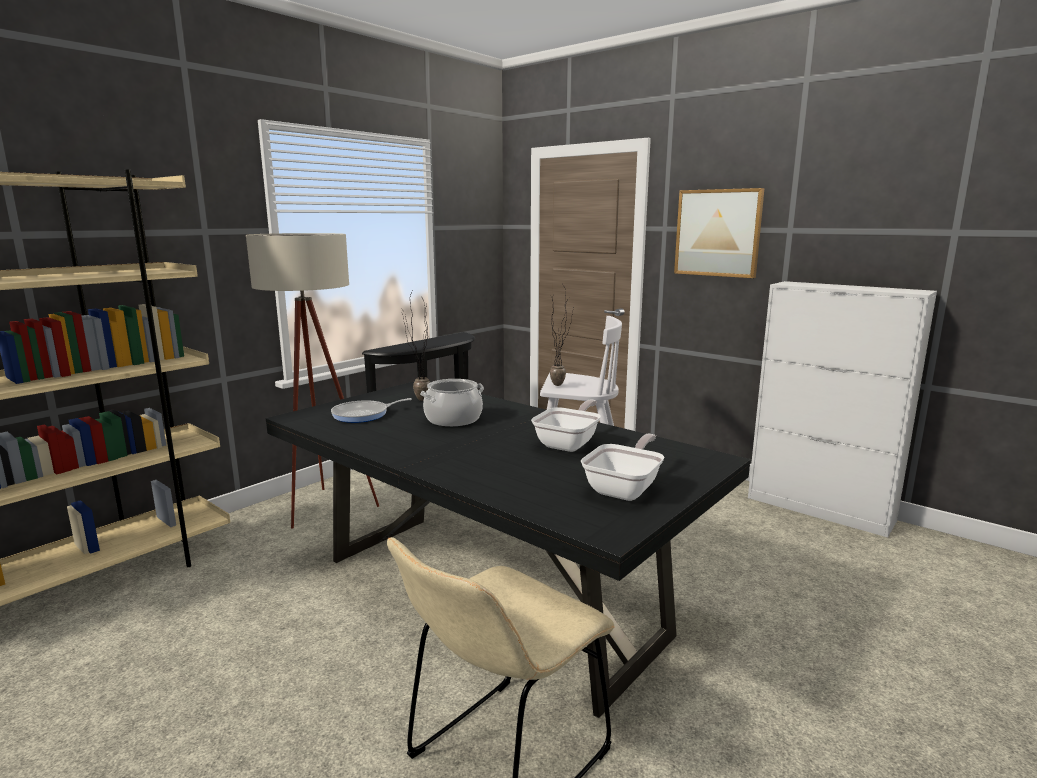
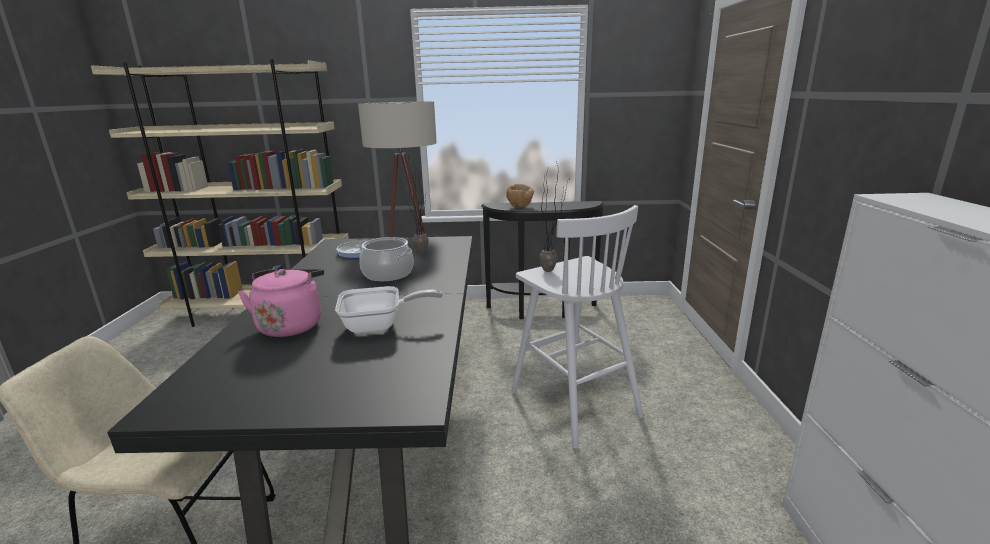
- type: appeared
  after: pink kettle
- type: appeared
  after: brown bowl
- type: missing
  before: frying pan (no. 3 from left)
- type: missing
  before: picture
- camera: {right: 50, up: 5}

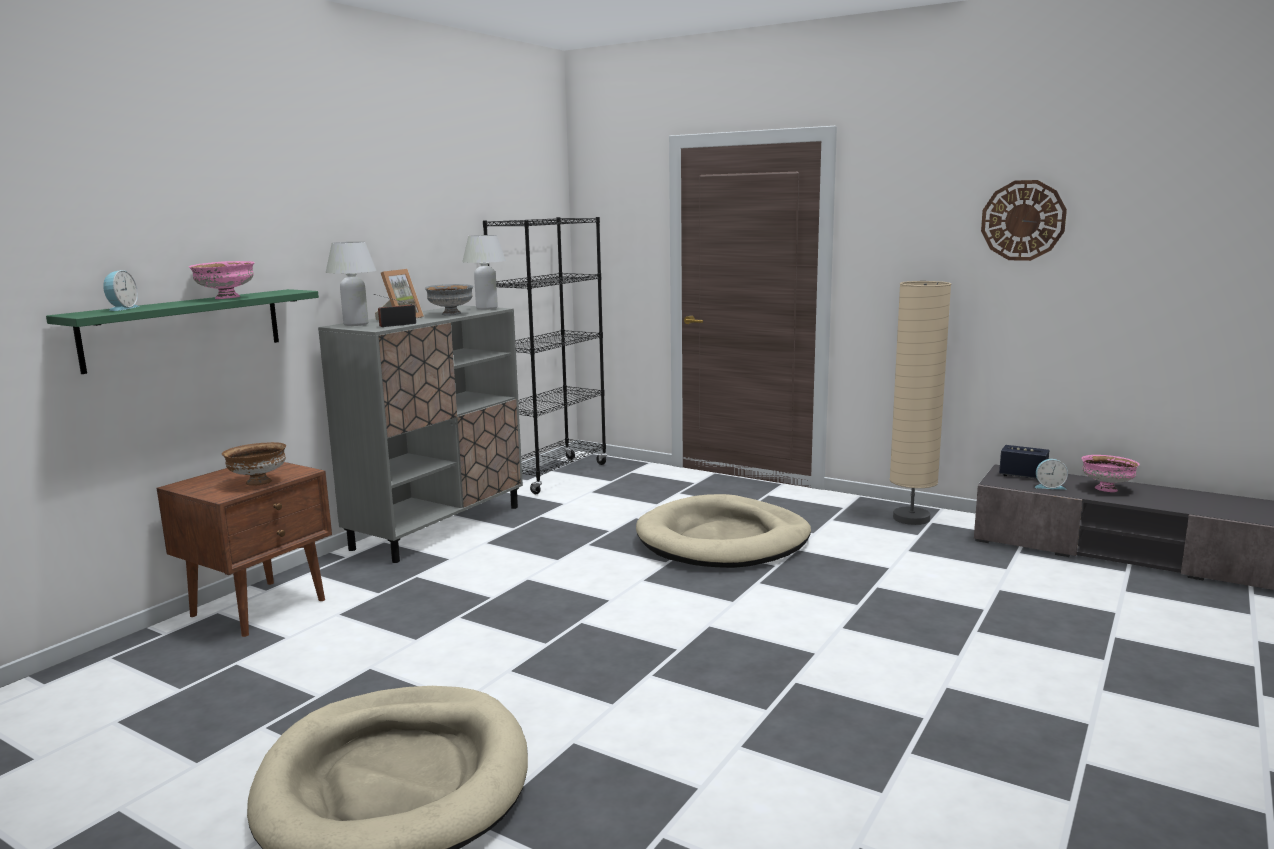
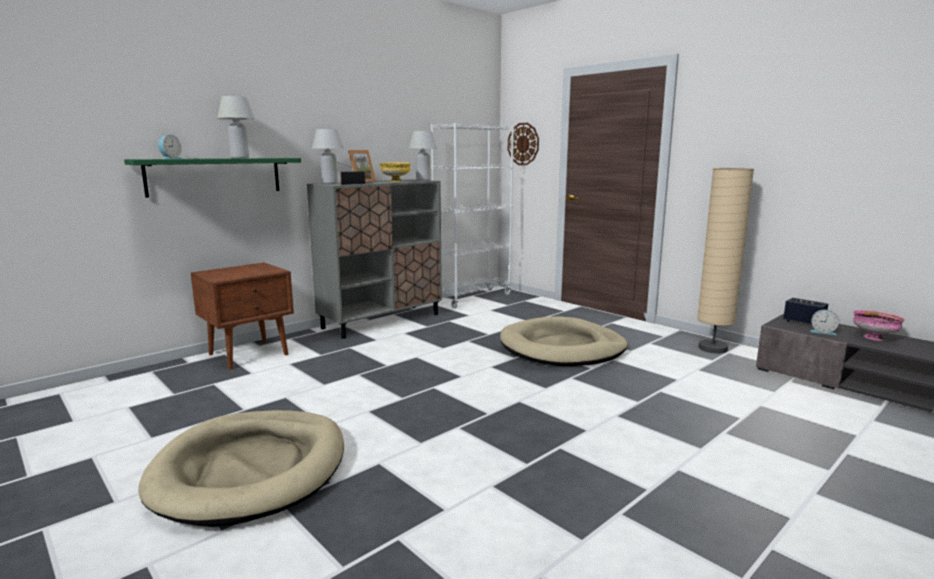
- type: exchanged
  before: pink bowl (no. 1 from left)
  after: white table lamp (no. 1 from left)
- type: colour
  before: grey bowl
  after: yellow bowl
- type: colour
  before: black bookcase
  after: white bookcase
- type: relocated
  before: wall clock
- type: missing
  before: brown bowl
- camera: {right: 15, up: 0}

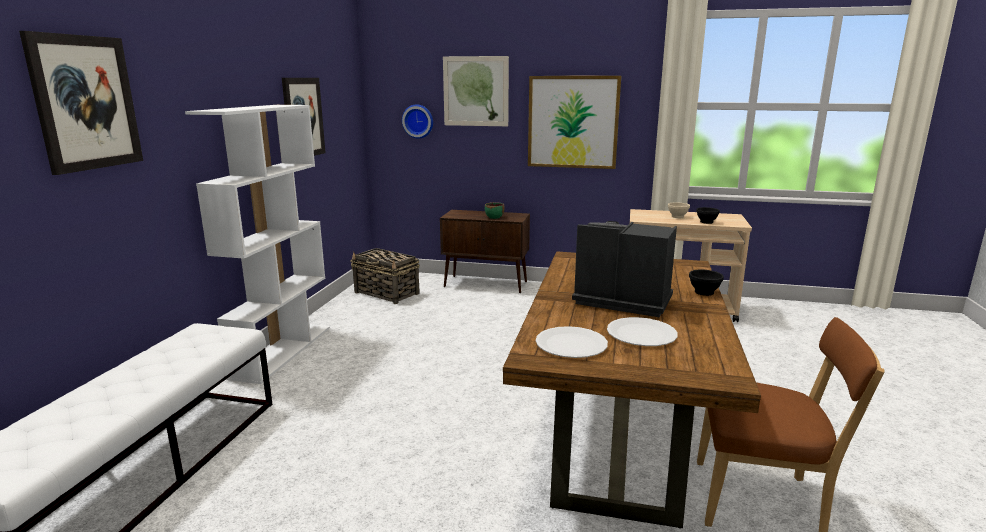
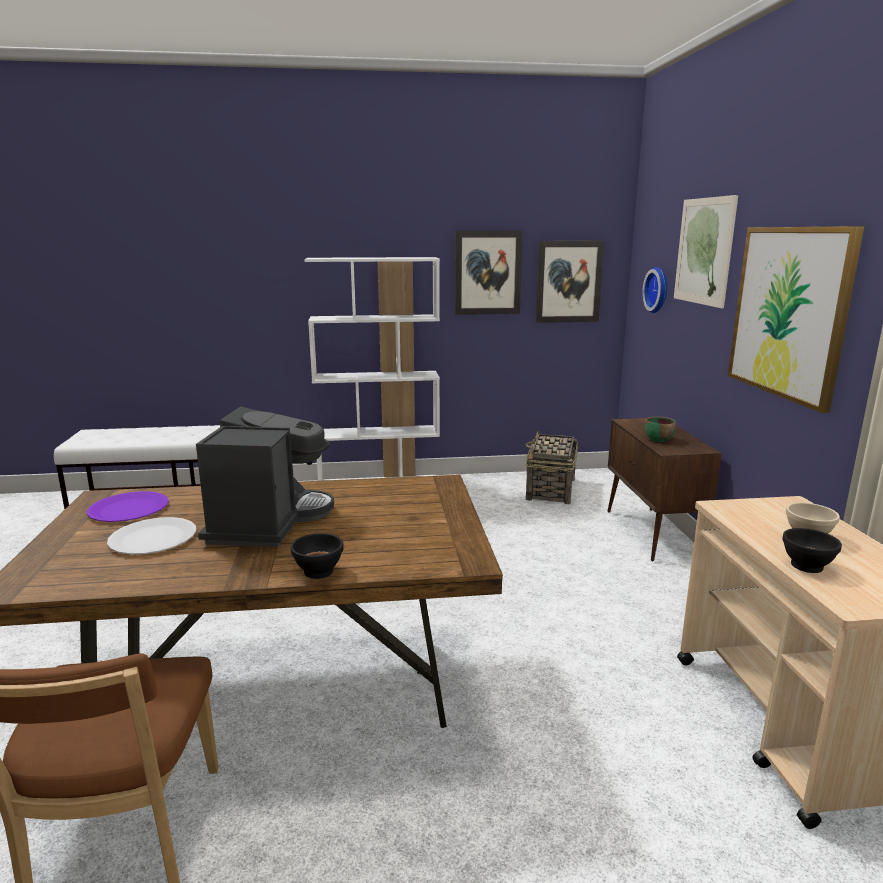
- type: colour
  before: white plate (no. 1 from left)
  after: purple plate
- type: relocated
  before: picture (no. 1 from left in the first image)
  after: picture (no. 2 from left)
- camera: {right: 70, up: 0}

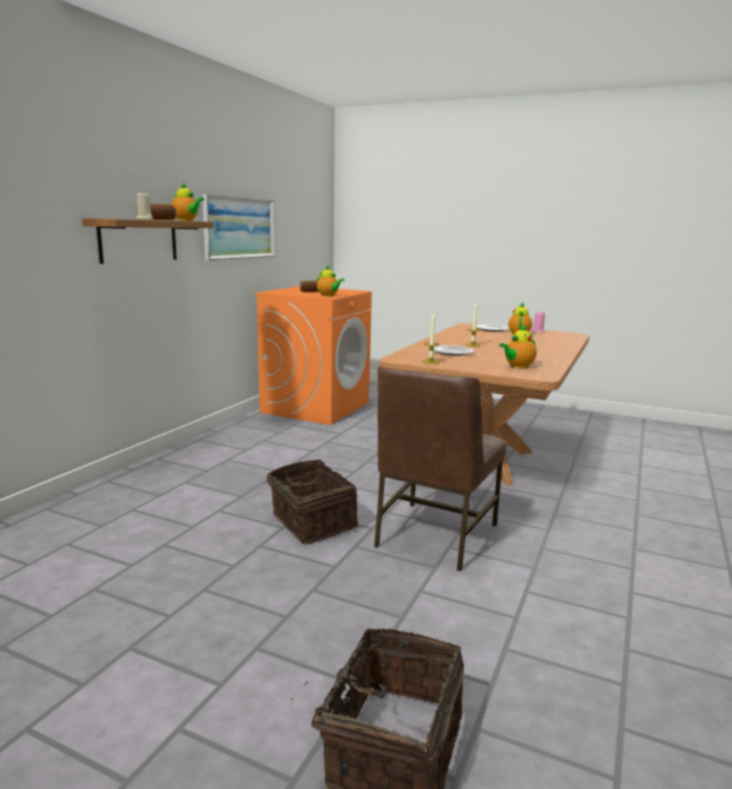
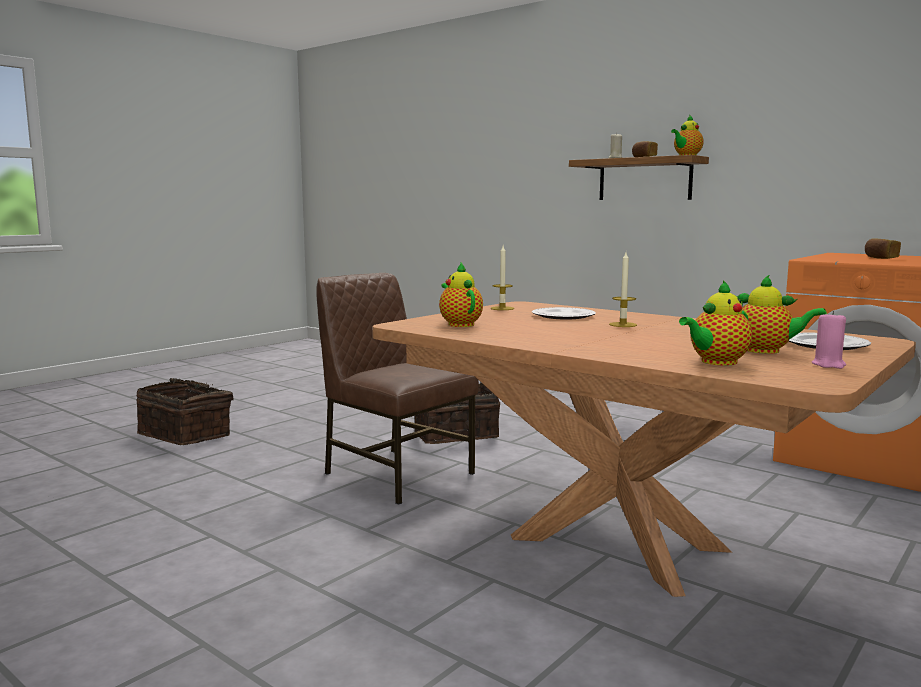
- type: relocated
  before: teapot (no. 2 from left in the first image)
  after: teapot (no. 3 from left)
- type: missing
  before: picture
- camera: {right: 105, up: -5}

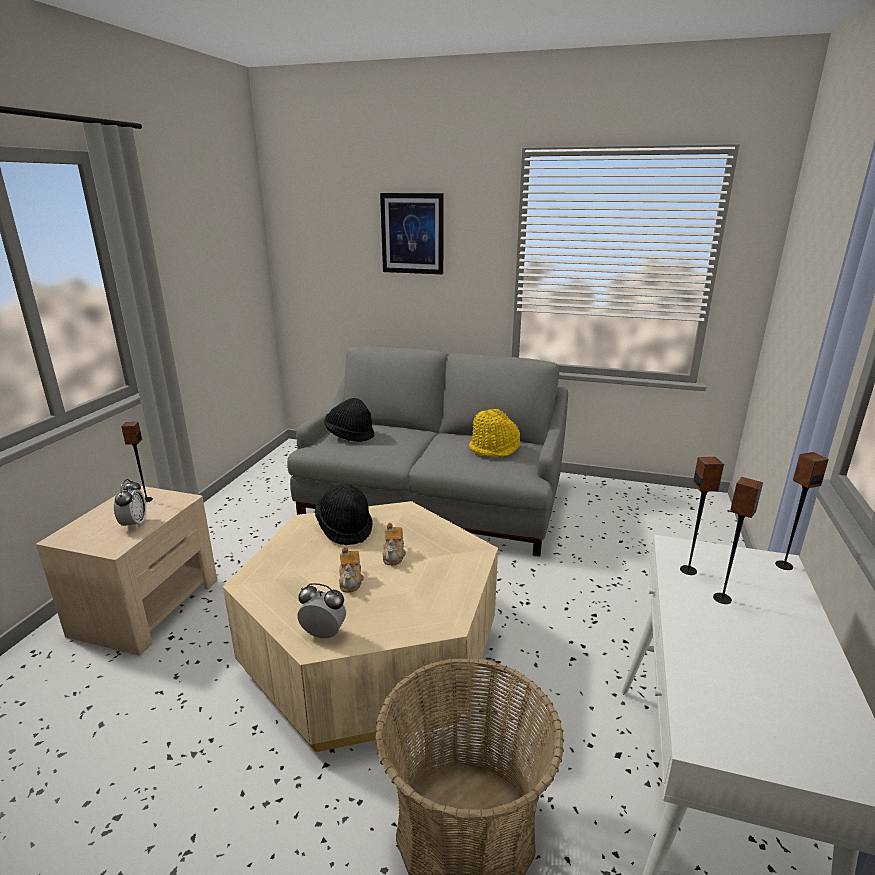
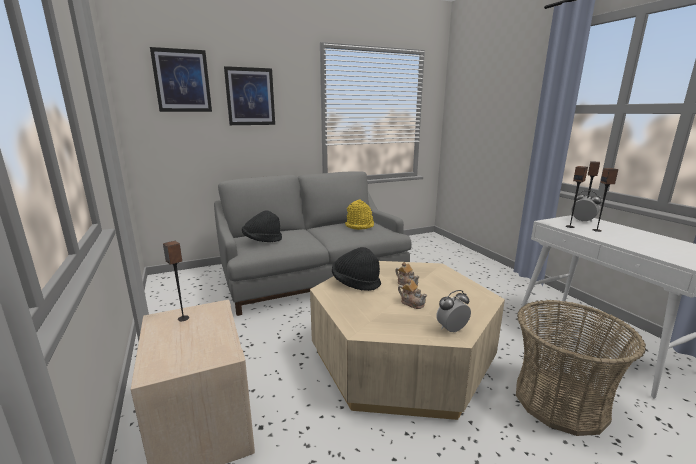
- type: appeared
  after: picture (no. 1 from left)
- type: relocated
  before: alarm clock (no. 1 from left in the first image)
  after: alarm clock (no. 2 from left)
- camera: {right: -40, up: -5}

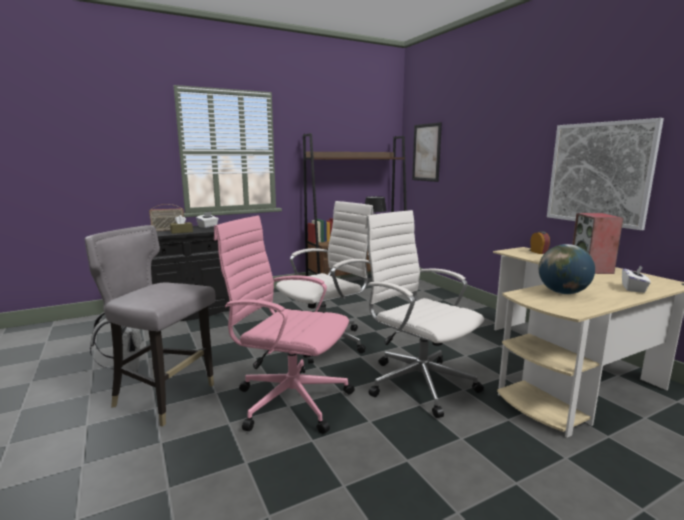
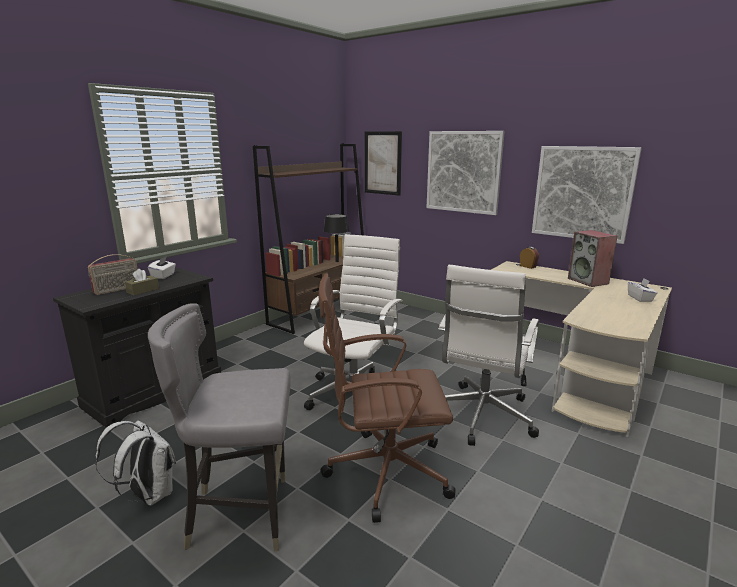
- type: colour
  before: pink office chair
  after: brown office chair
- type: appeared
  after: picture (no. 2 from left)
- type: spun
  before: white office chair (no. 2 from left)
  turn: -90
- type: missing
  before: globe
- camera: {right: -25, up: 5}

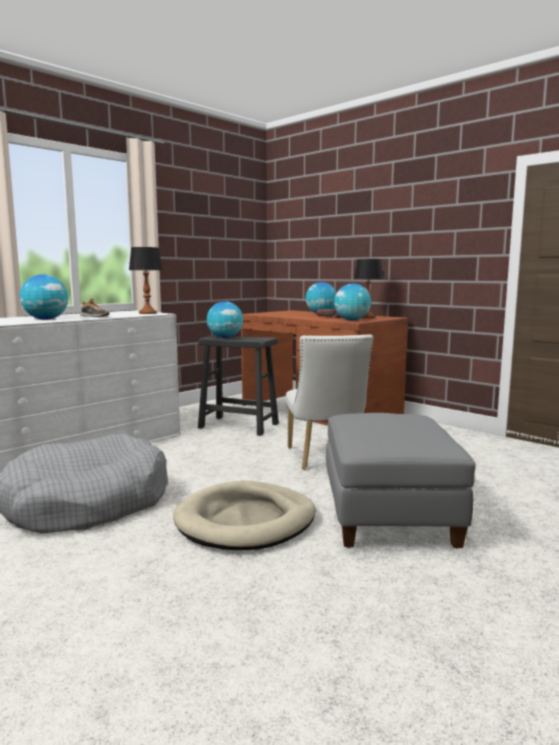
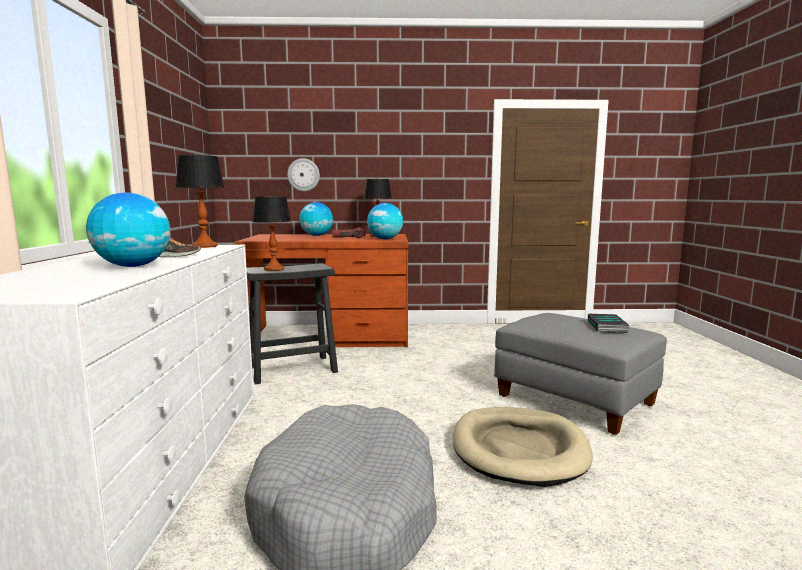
- type: exchanged
  before: globe (no. 2 from left)
  after: table lamp (no. 2 from left)
- type: appeared
  after: wall clock
- type: appeared
  after: book
- type: missing
  before: white chair
- camera: {right: -45, up: 0}

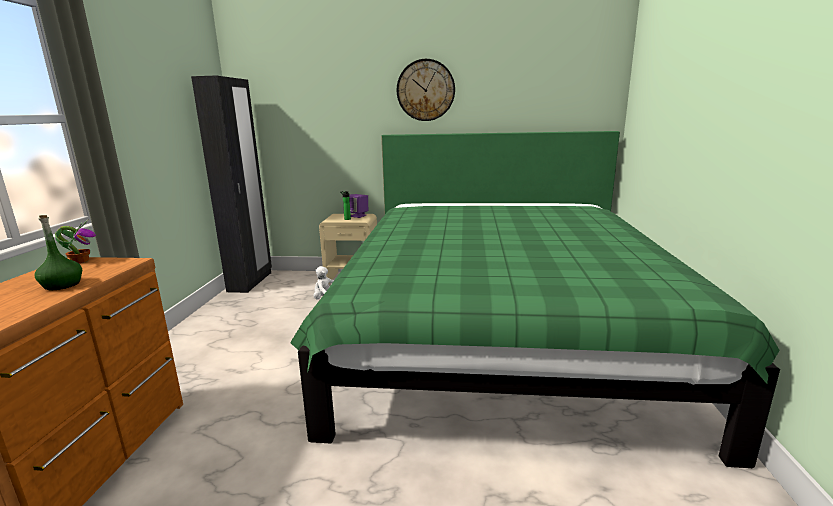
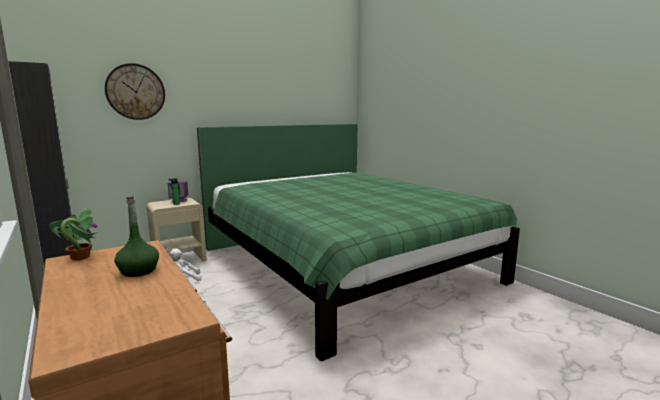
- type: relocated
  before: wall clock
- camera: {right: -40, up: -5}

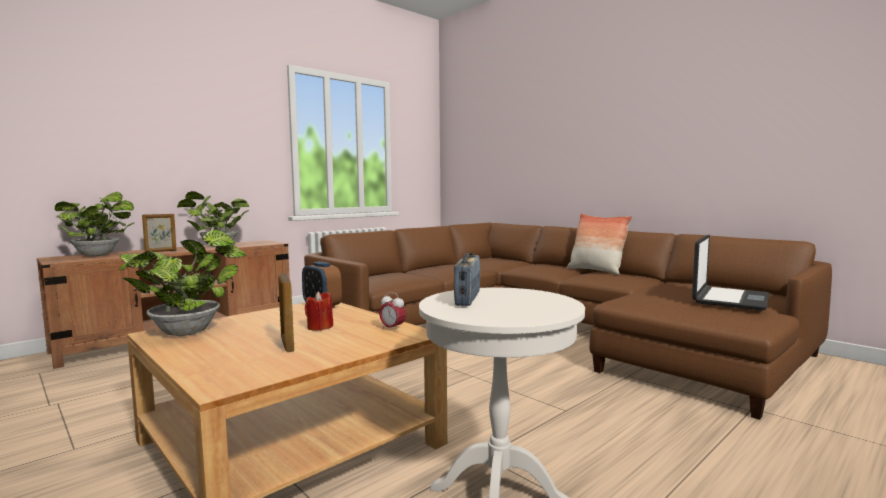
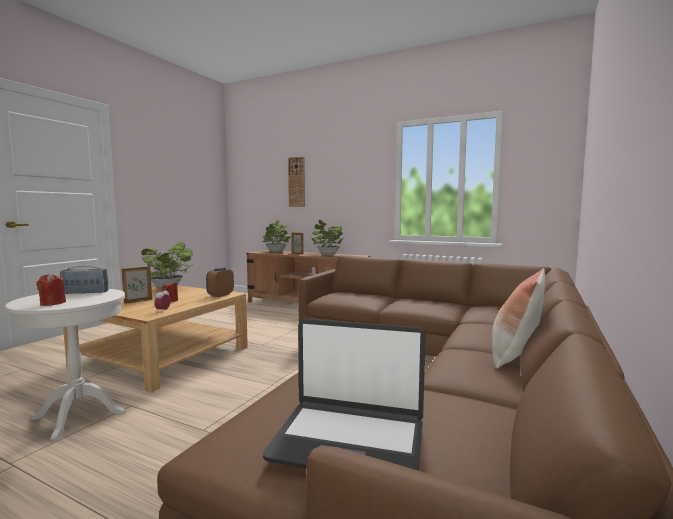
- type: appeared
  after: red candle (no. 1 from left)
- type: appeared
  after: wall clock
- camera: {right: 70, up: 0}

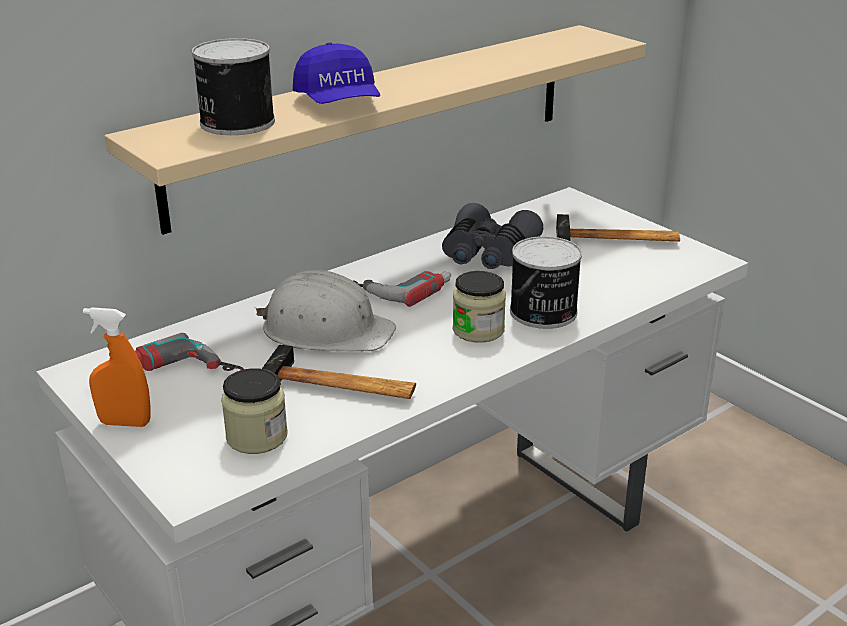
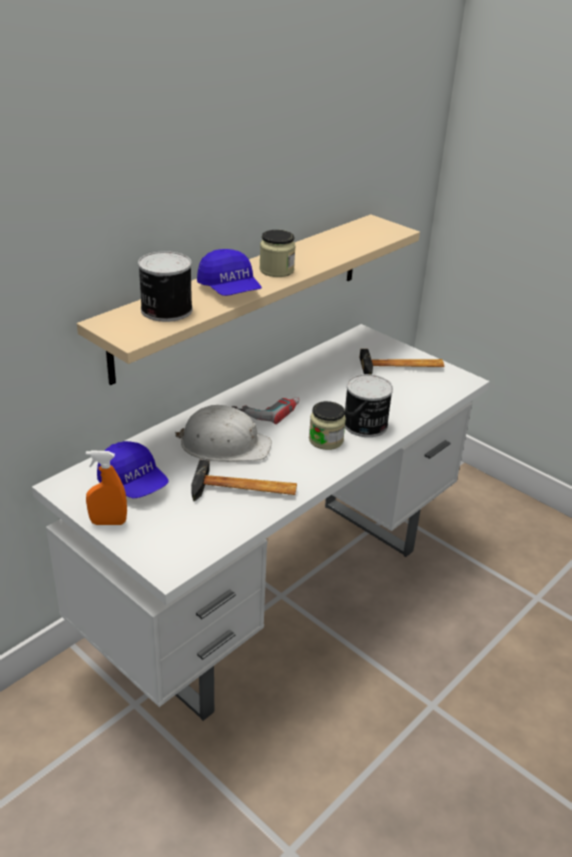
- type: exchanged
  before: power drill (no. 1 from left)
  after: blue cap (no. 1 from left)
- type: relocated
  before: jar (no. 1 from left)
- type: missing
  before: grey binoculars
- camera: {right: -10, up: 5}

